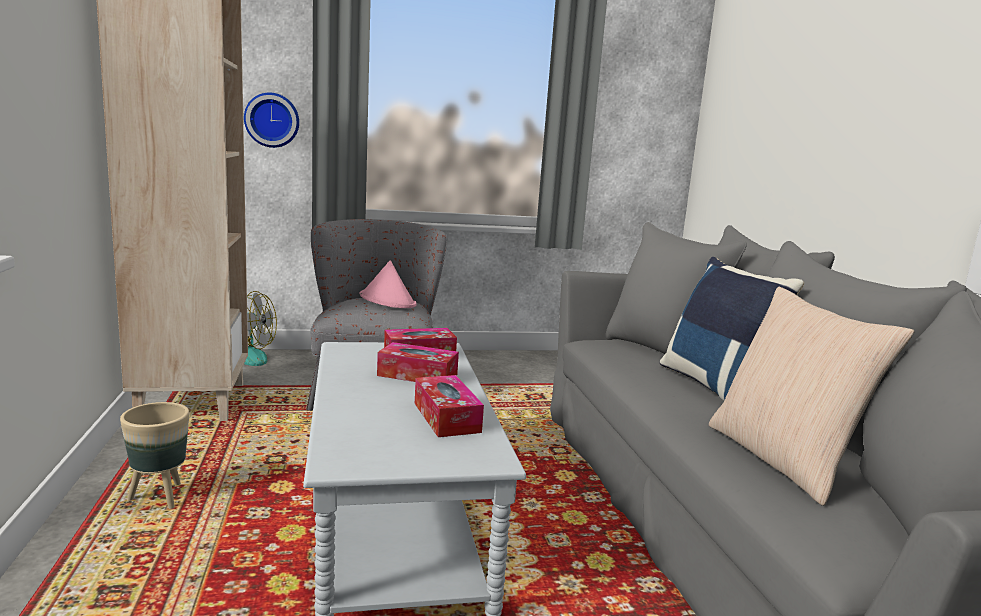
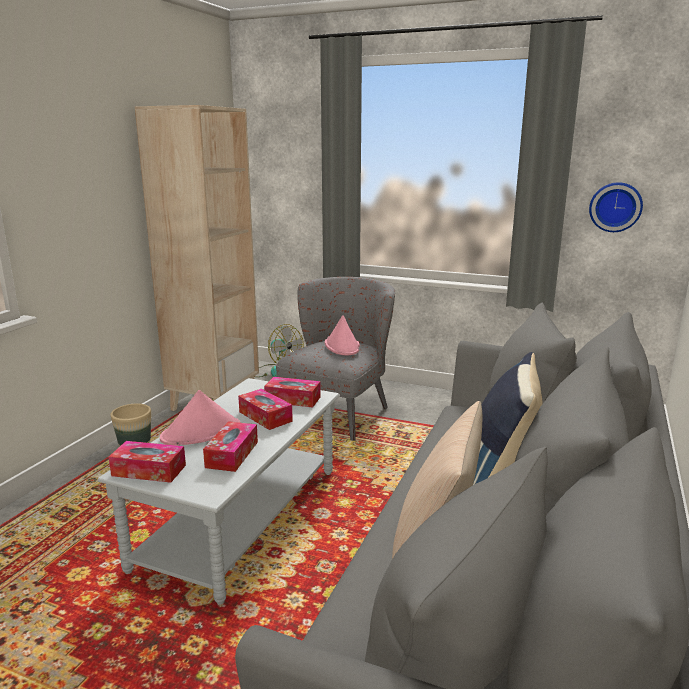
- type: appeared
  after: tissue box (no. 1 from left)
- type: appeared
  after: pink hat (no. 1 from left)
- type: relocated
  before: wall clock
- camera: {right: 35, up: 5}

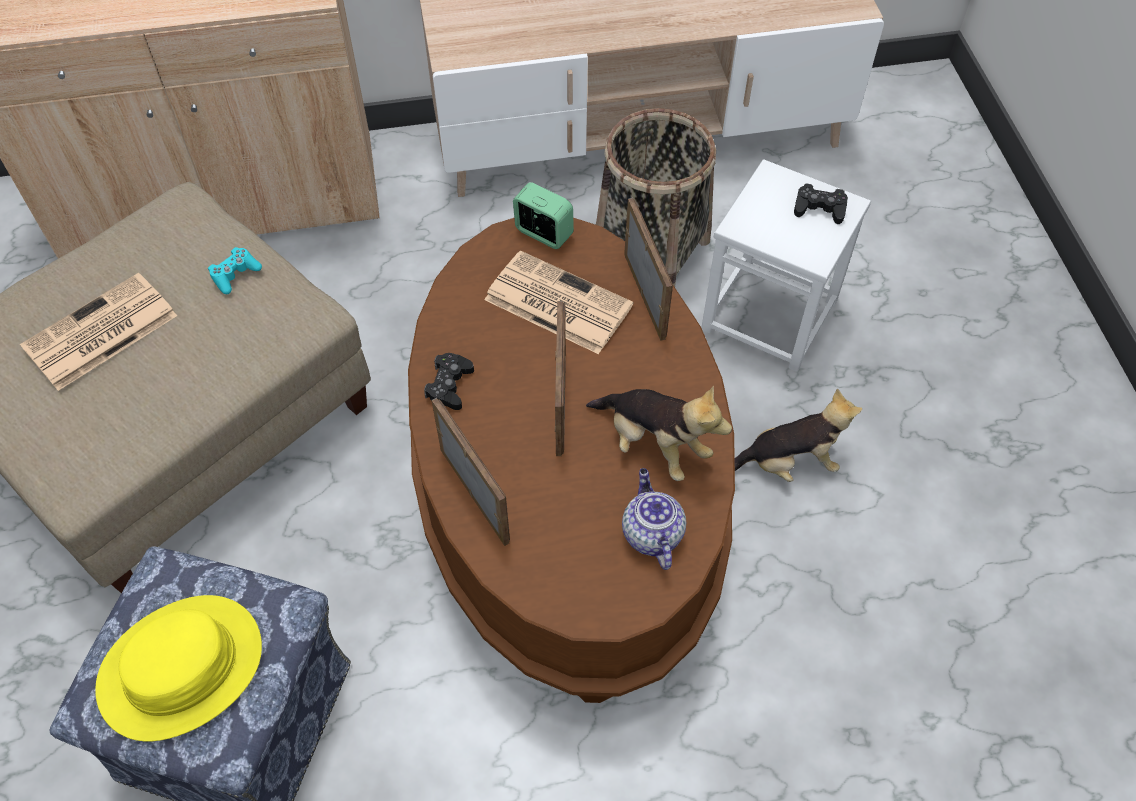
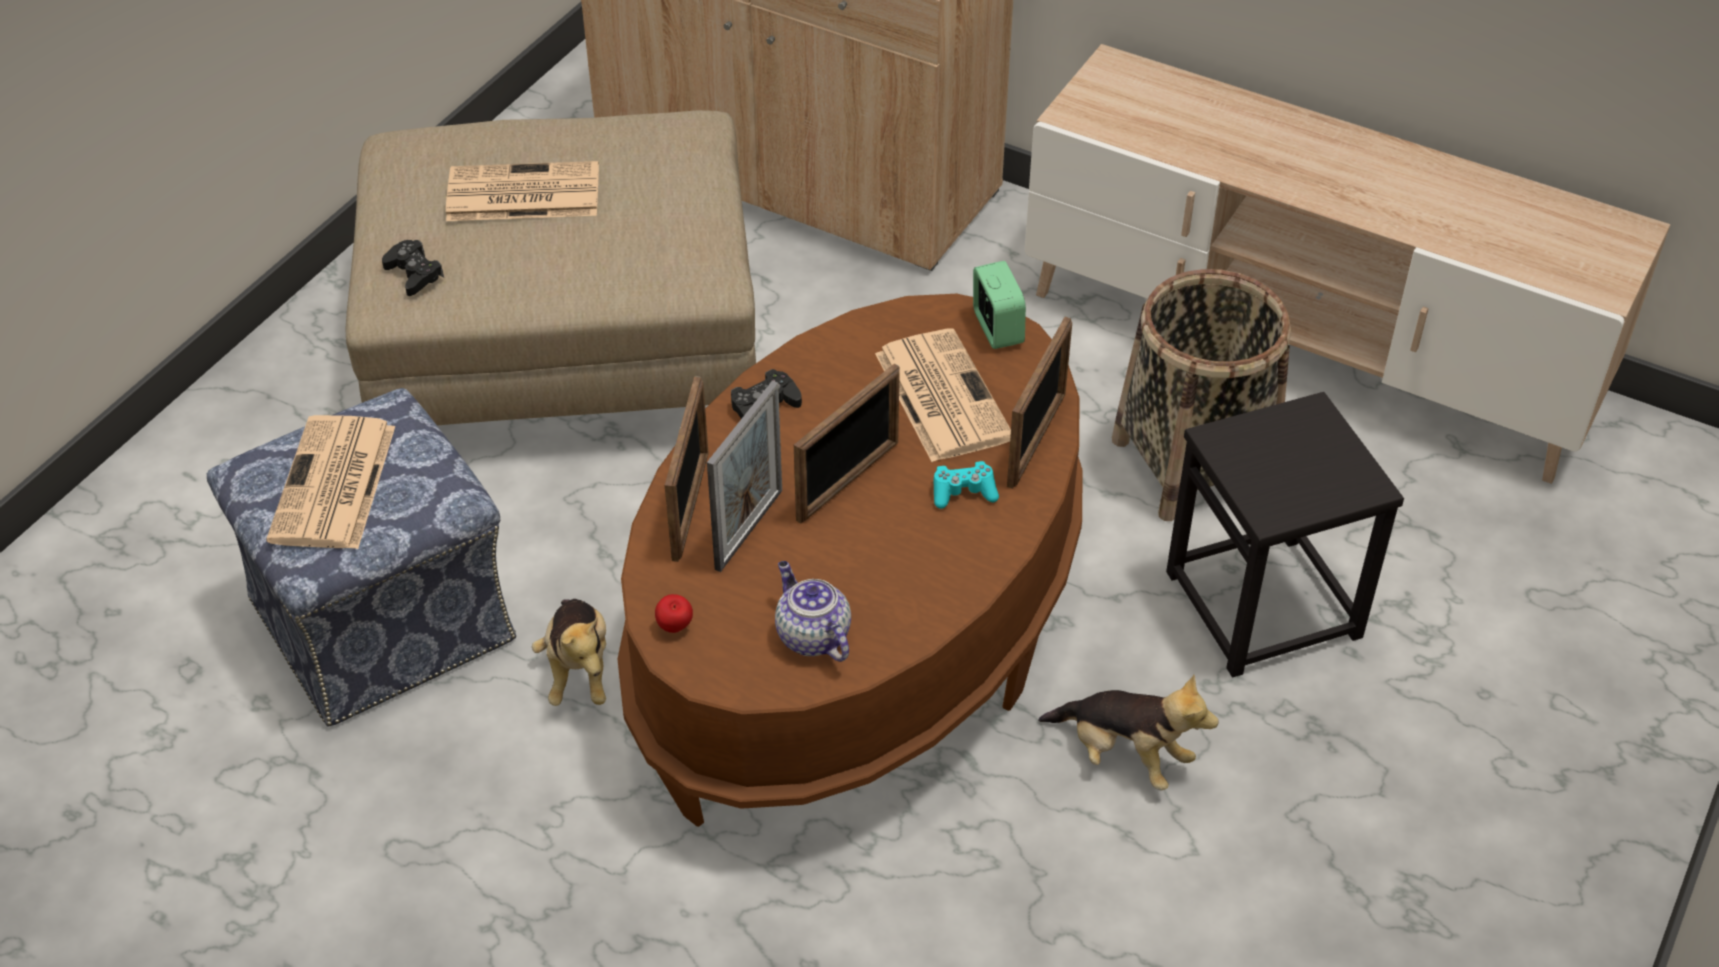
- type: exchanged
  before: yellow hat
  after: newspaper (no. 1 from left)
- type: relocated
  before: black game controller (no. 2 from left in the first image)
  after: black game controller (no. 1 from left)
- type: relocated
  before: plush toy (no. 1 from left)
- type: appeared
  after: apple
- type: appeared
  after: picture frame (no. 2 from left)
- type: spun
  before: teapot
  turn: -60
- type: relocated
  before: turquoise game controller
- type: colour
  before: white stool
  after: black stool
- camera: {right: 40, up: -10}

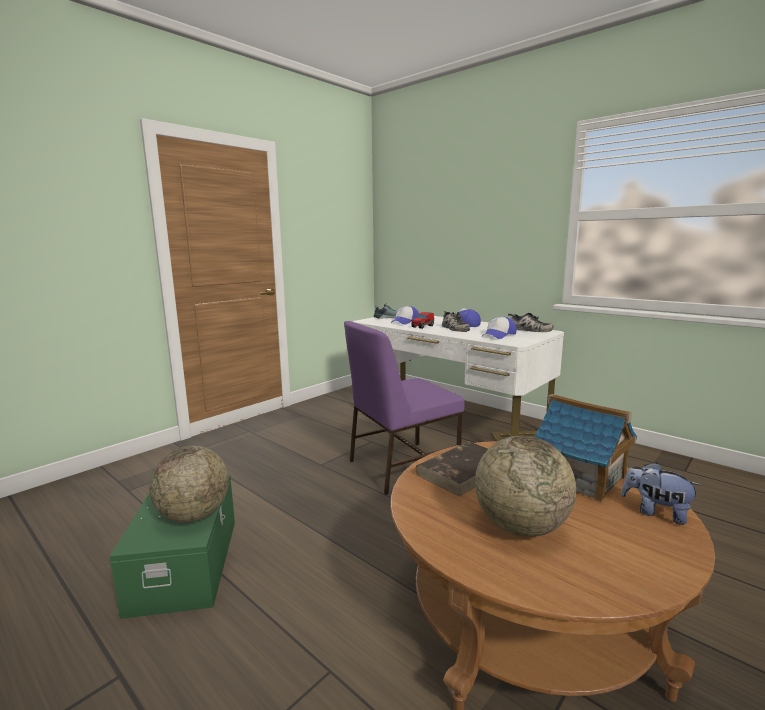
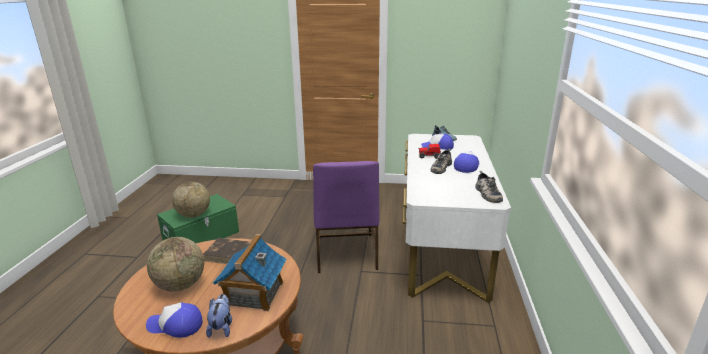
- type: relocated
  before: cap (no. 3 from left in the first image)
  after: cap (no. 1 from left)
- type: spun
  before: purple chair
  turn: -120
- camera: {right: 55, up: 10}

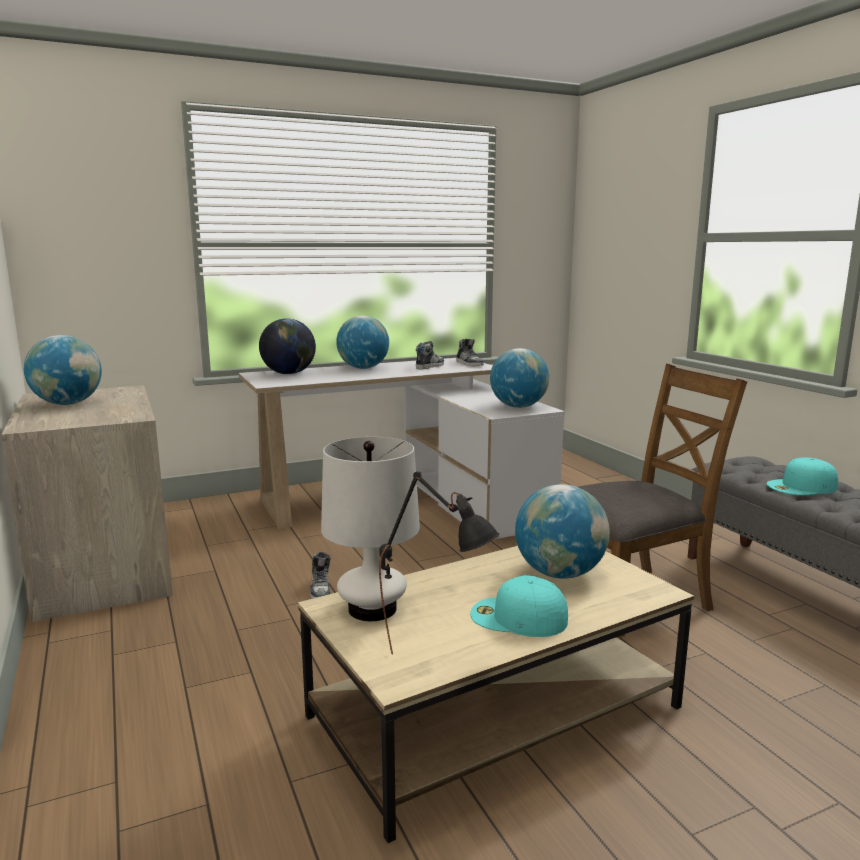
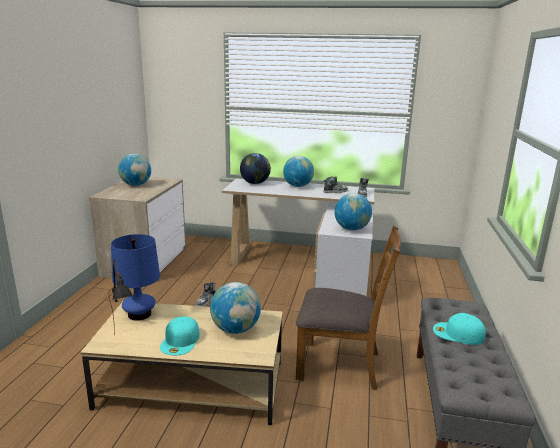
- type: colour
  before: white table lamp
  after: blue table lamp
- type: spun
  before: turquoise cap (no. 1 from left)
  turn: -135
- camera: {right: 35, up: 5}

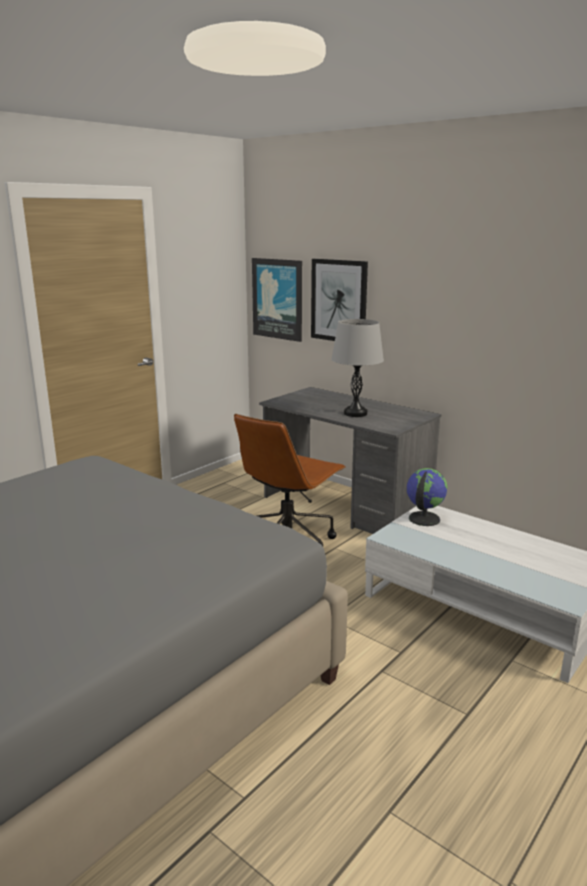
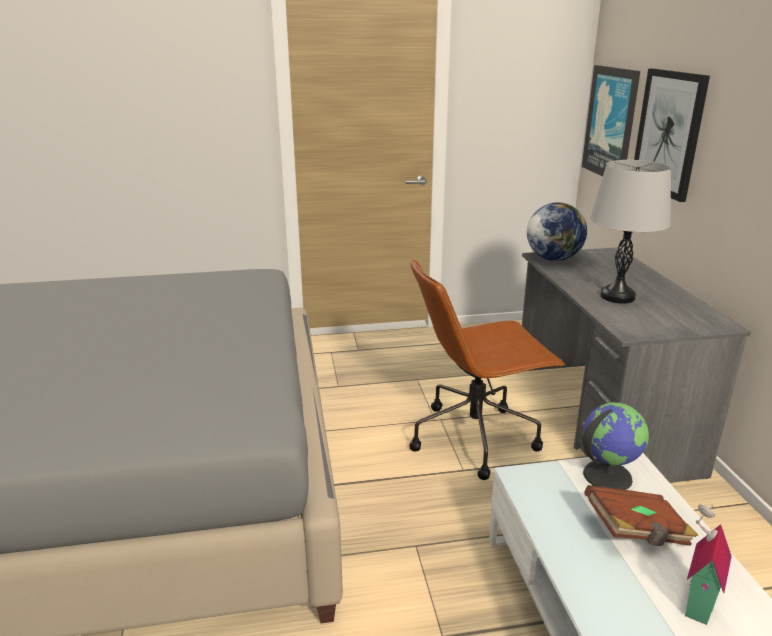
- type: appeared
  after: globe (no. 1 from left)
- type: appeared
  after: brown book
- type: appeared
  after: toy house
- camera: {right: 40, up: 5}

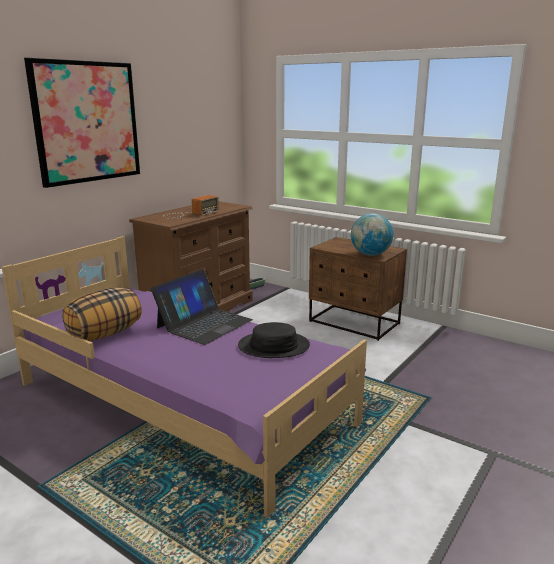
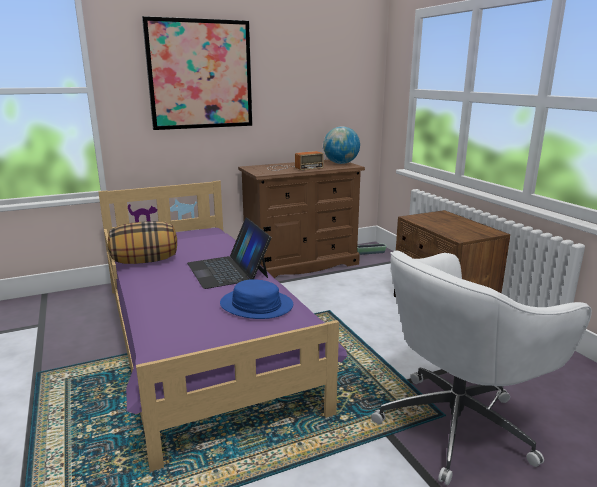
- type: spun
  before: laptop
  turn: 90
- type: colour
  before: black hat
  after: blue hat
- type: relocated
  before: globe
- type: appeared
  after: white office chair
- camera: {right: 30, up: 0}

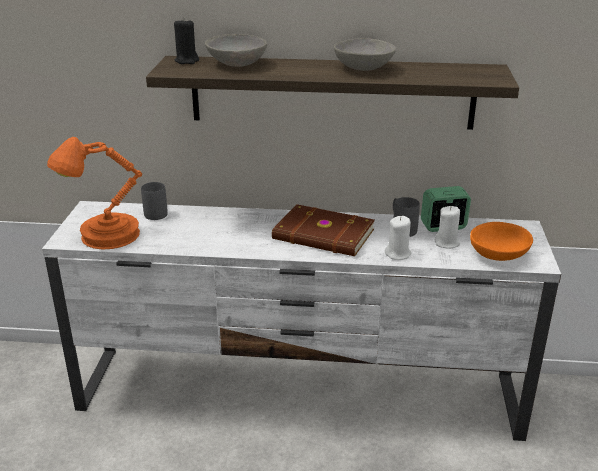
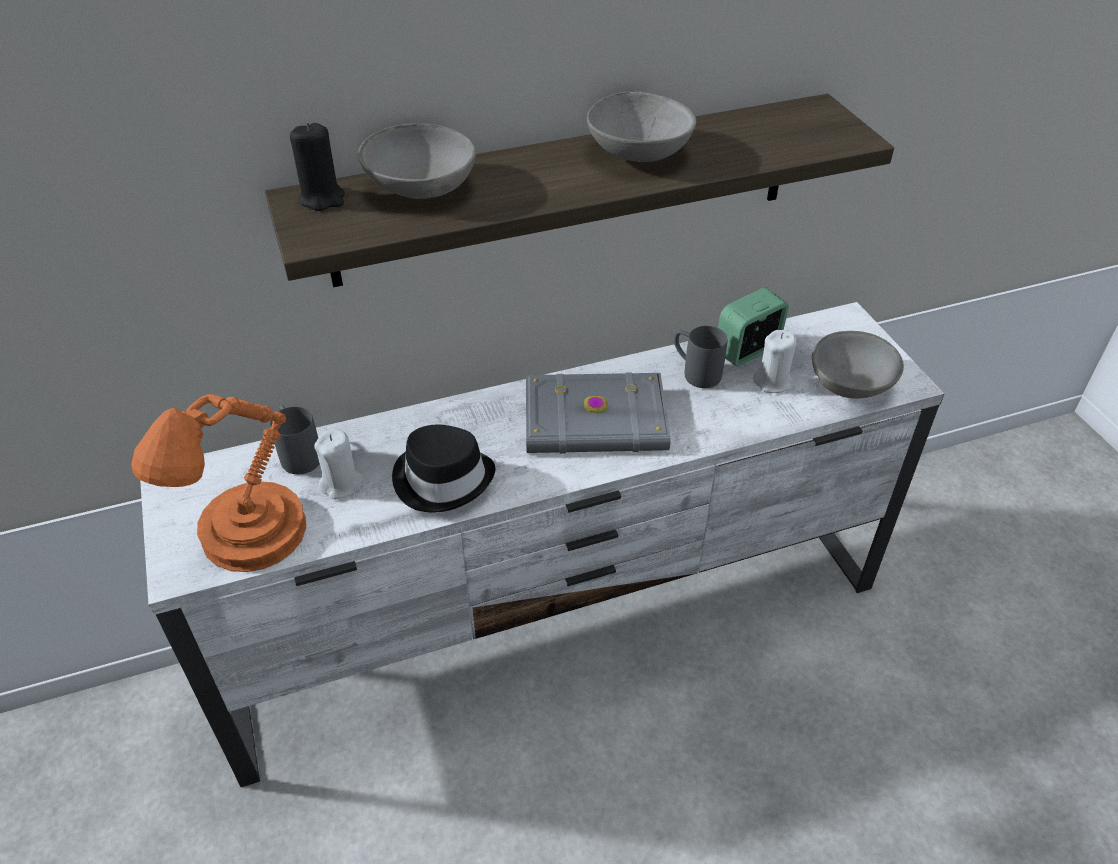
- type: relocated
  before: white candle (no. 1 from left)
- type: appeared
  after: black hat
- type: colour
  before: brown book
  after: grey book
- type: colour
  before: orange bowl
  after: grey bowl (no. 3 from left)
- camera: {right: -25, up: 15}

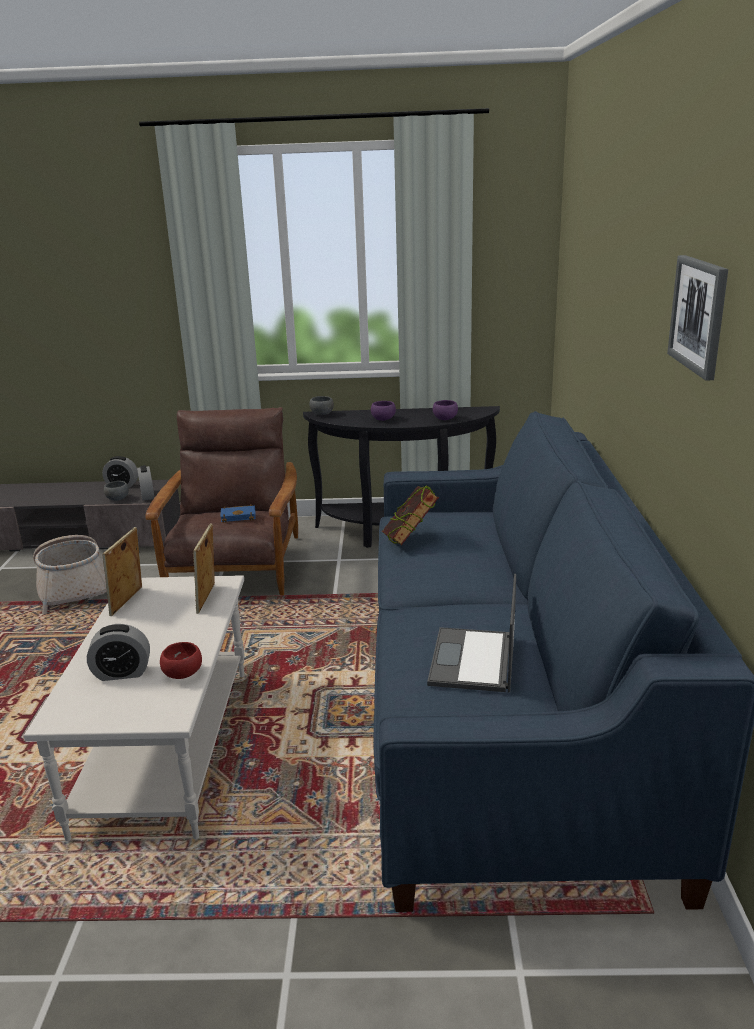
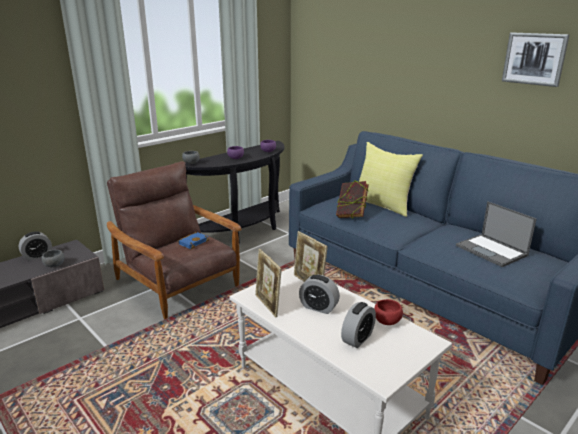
- type: relocated
  before: alarm clock (no. 3 from left in the first image)
  after: alarm clock (no. 2 from left)
- type: appeared
  after: yellow pillow
- type: missing
  before: basket
- camera: {right: -45, up: 0}

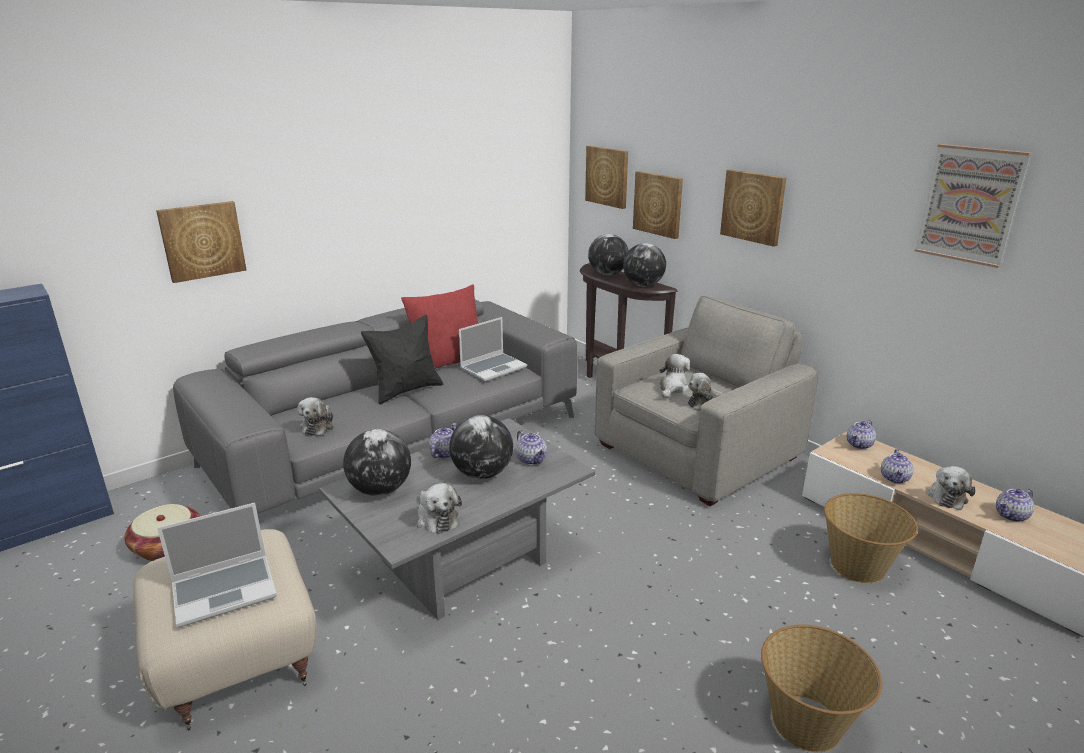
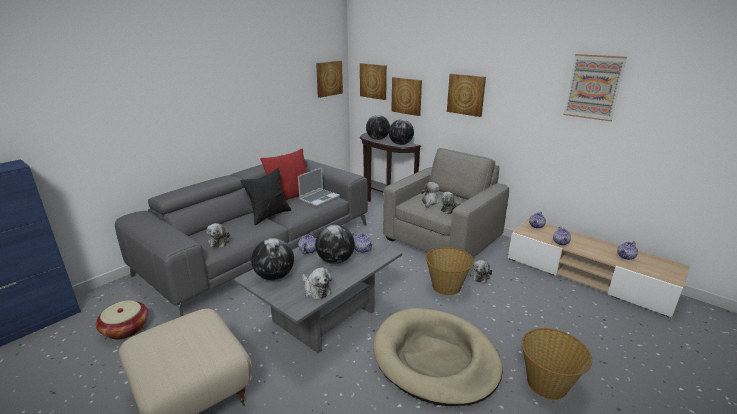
- type: relocated
  before: picture (no. 1 from left)
- type: appeared
  after: beige dog bed
- type: relocated
  before: basket (no. 3 from left in the first image)
  after: basket (no. 2 from left)
- type: relocated
  before: plush toy (no. 5 from left)
- type: missing
  before: laptop (no. 1 from left)
- camera: {right: -10, up: 0}

